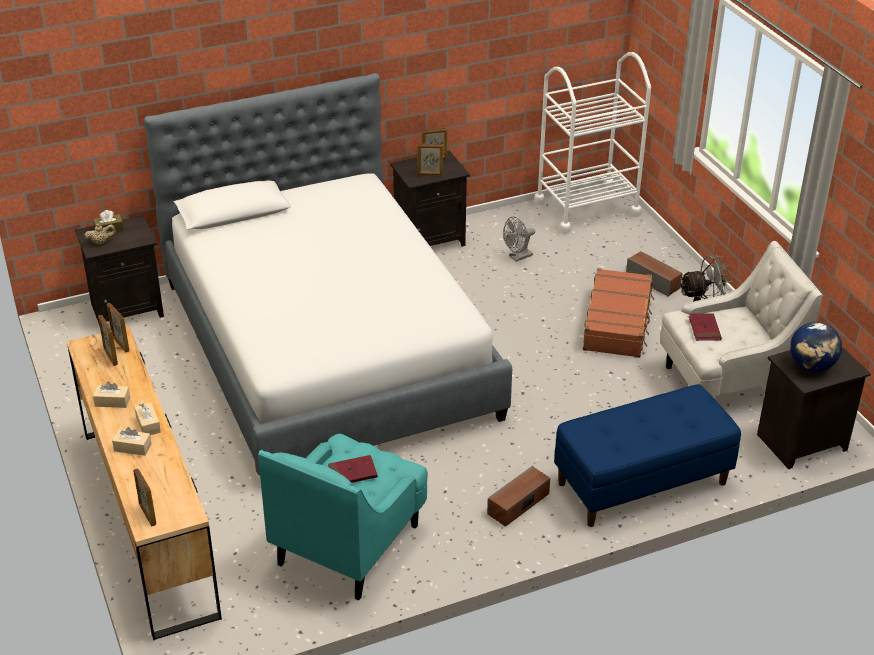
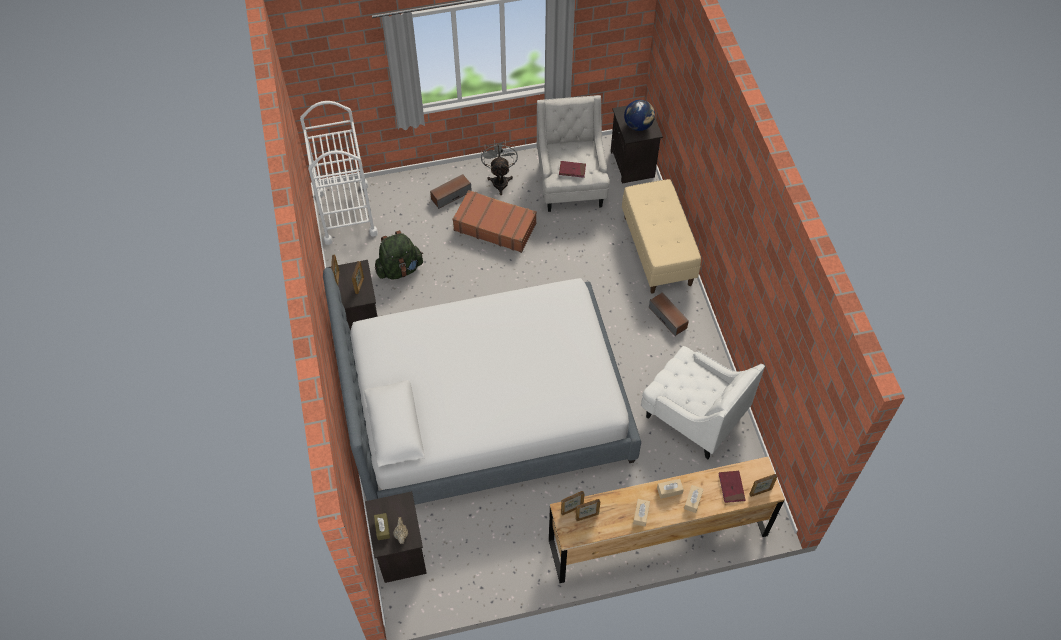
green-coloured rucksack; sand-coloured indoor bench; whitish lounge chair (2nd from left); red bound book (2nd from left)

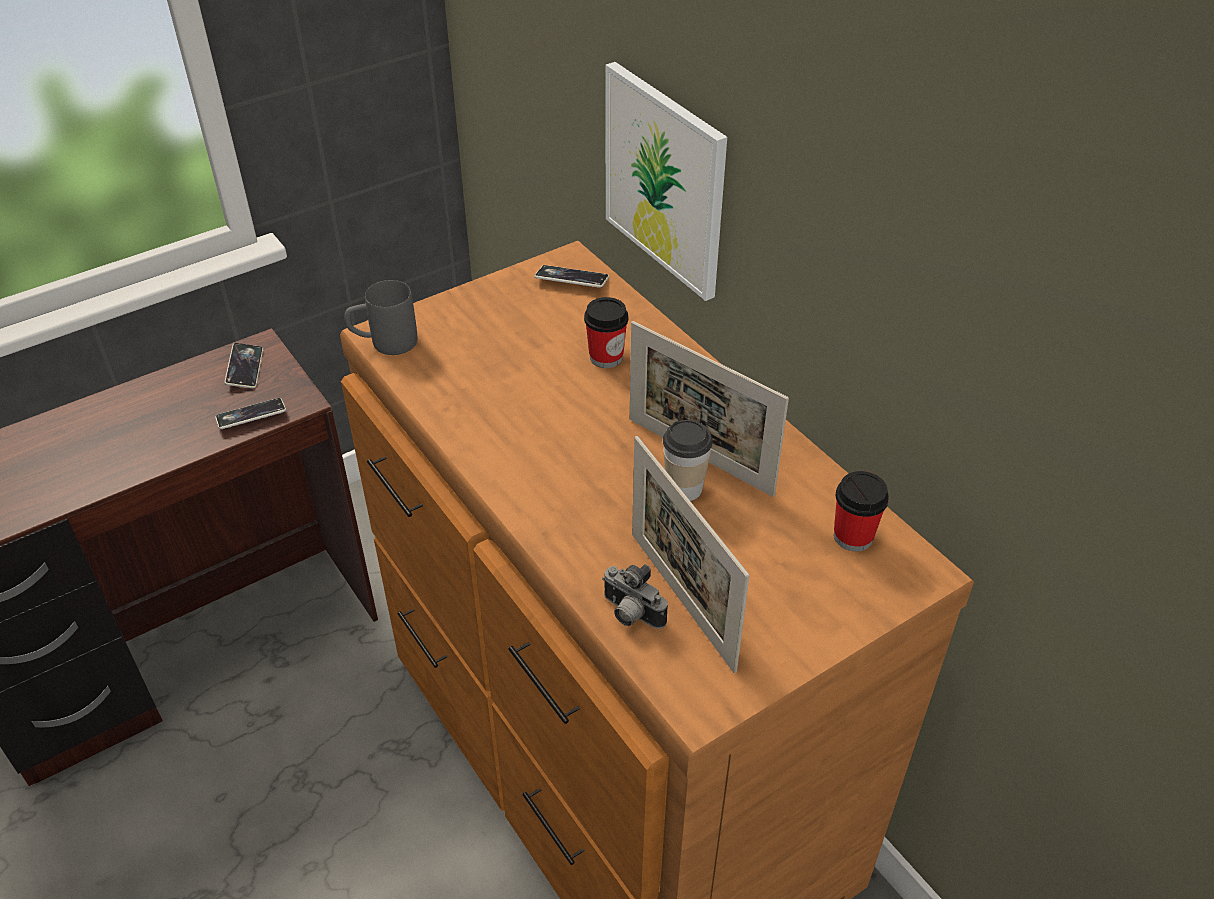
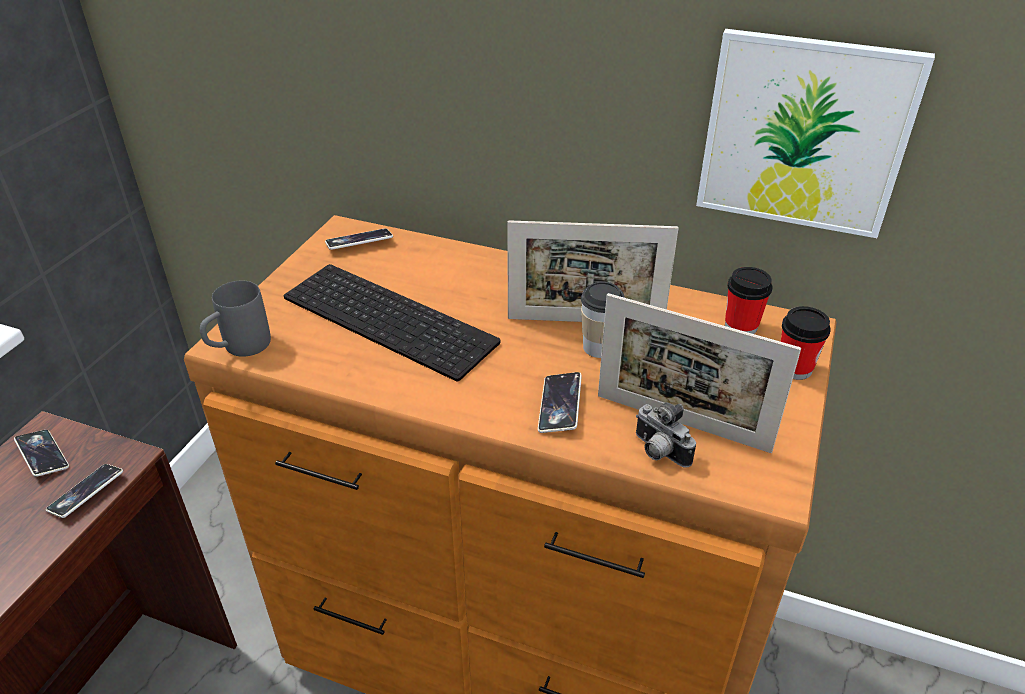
keyboard; handset (4th from left); photo camera; picture; small cup (3rd from left)

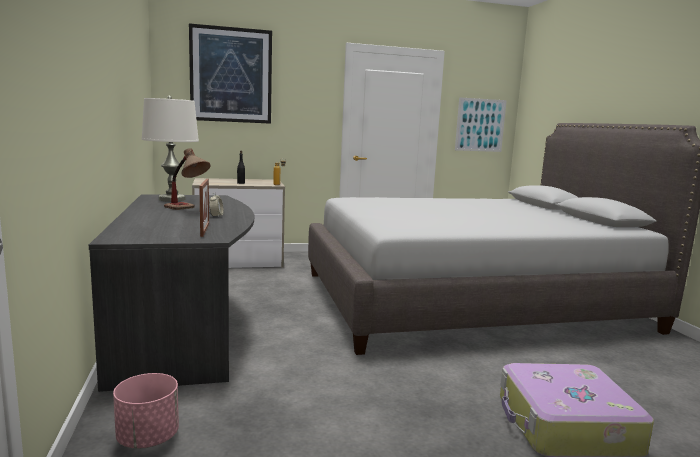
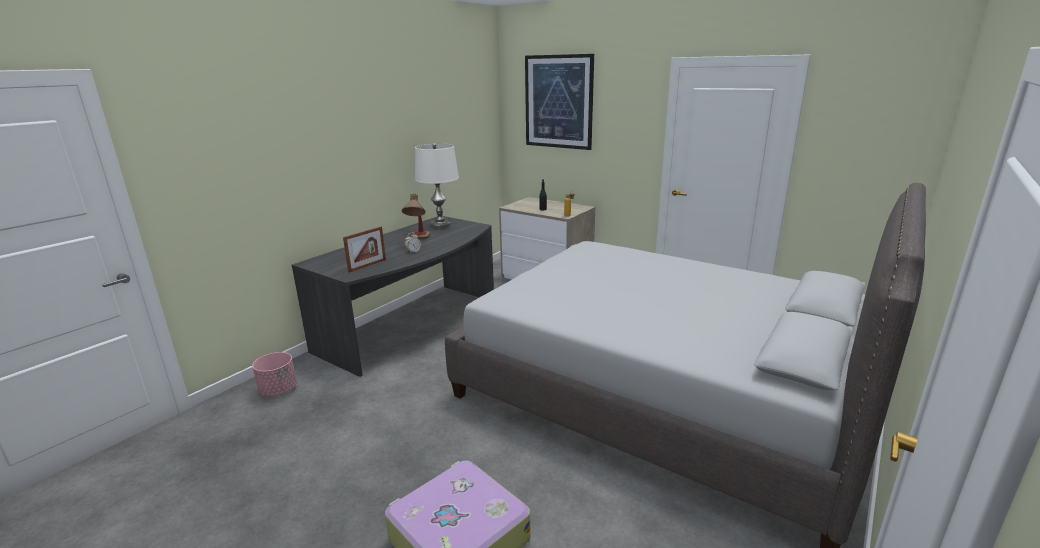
picture (2nd from left in the first image)

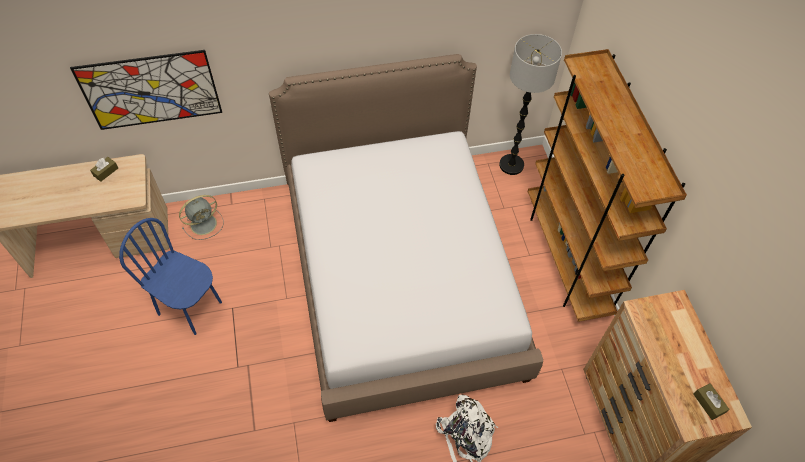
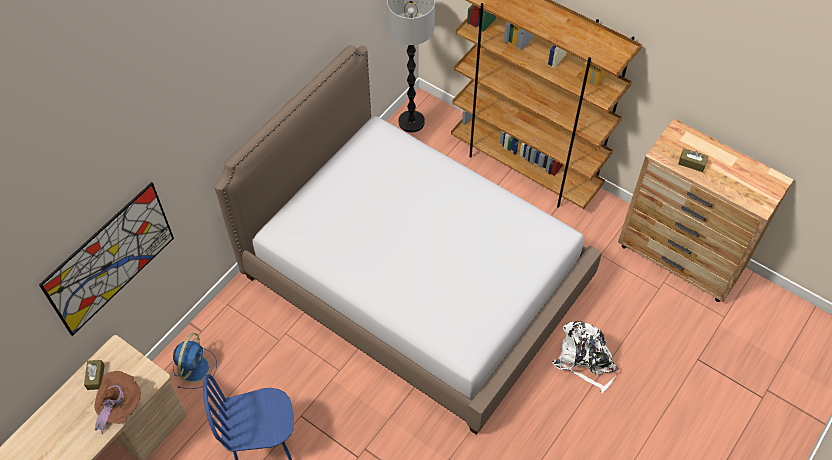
brown-coloured wearable hat; bluish fan; brown-coloured tissue box (2nd from left)

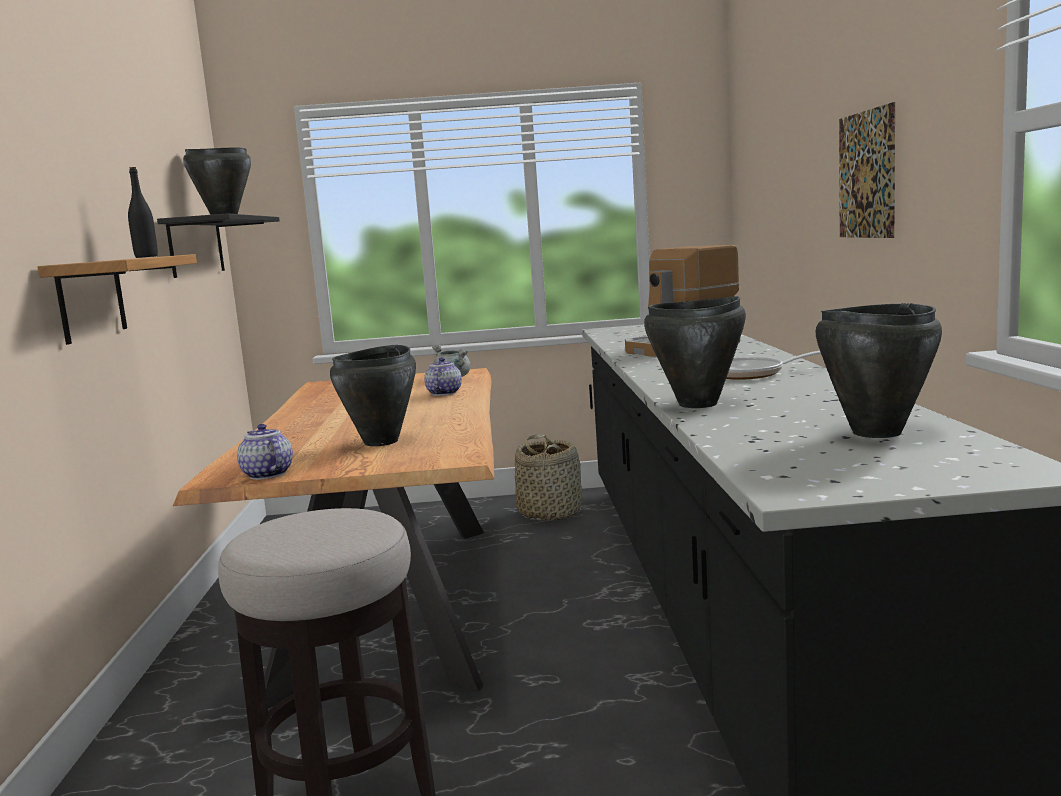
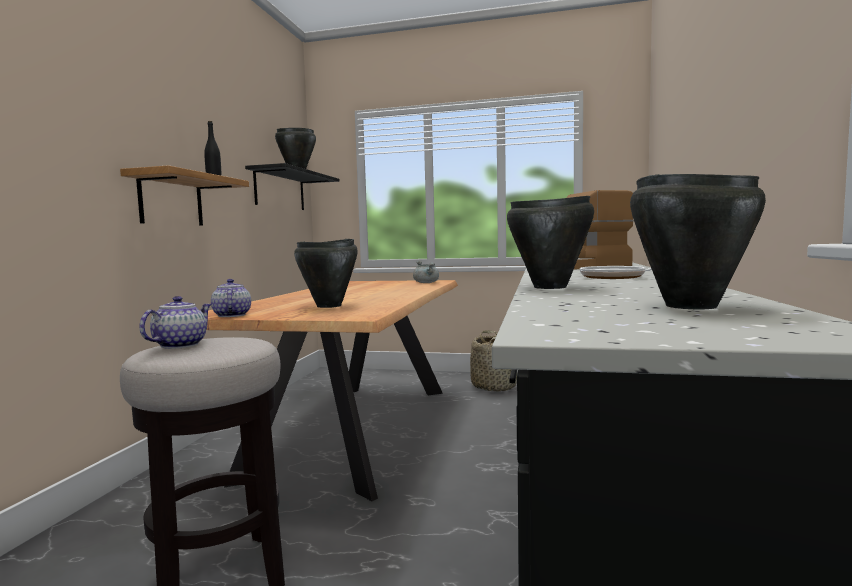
pot for tea (1st from left); picture

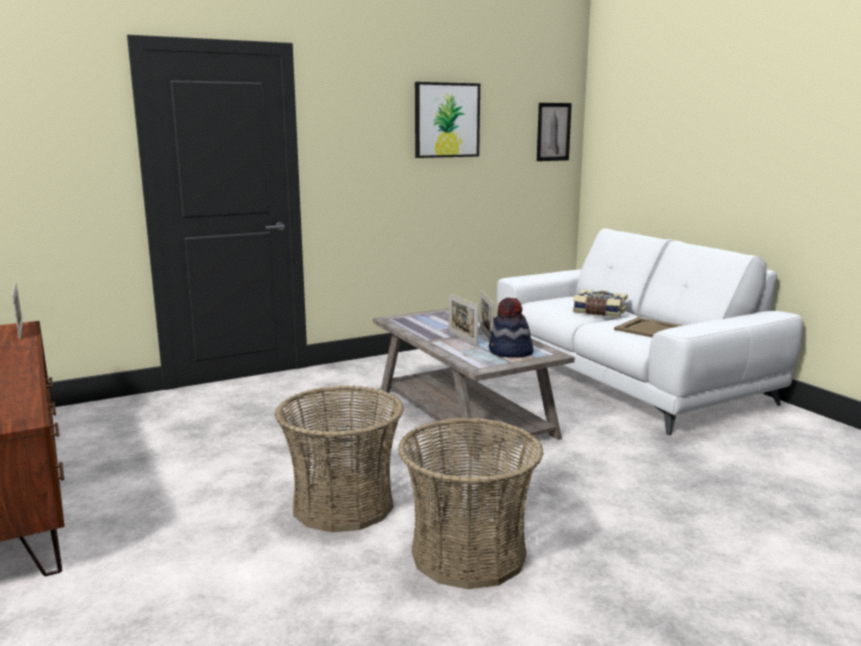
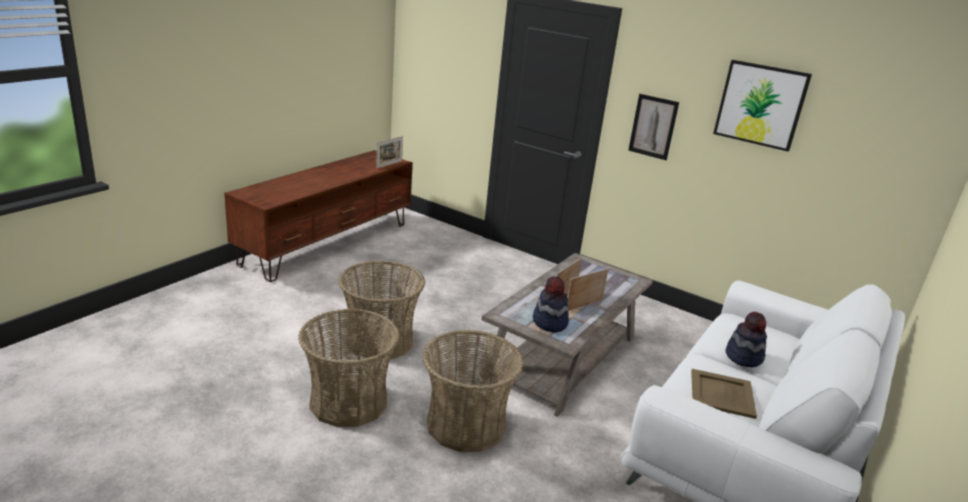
household basket (3rd from left); picture (1st from left); wearable hat (2nd from left)

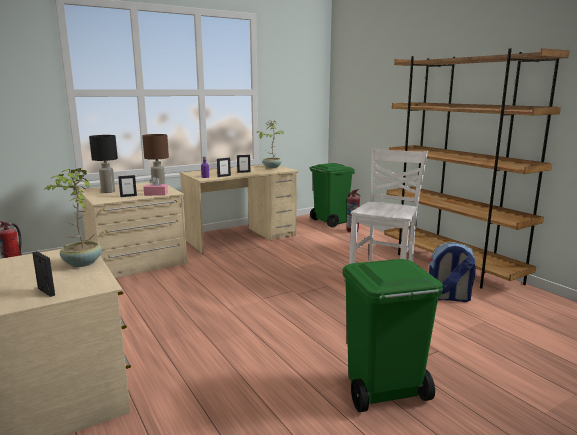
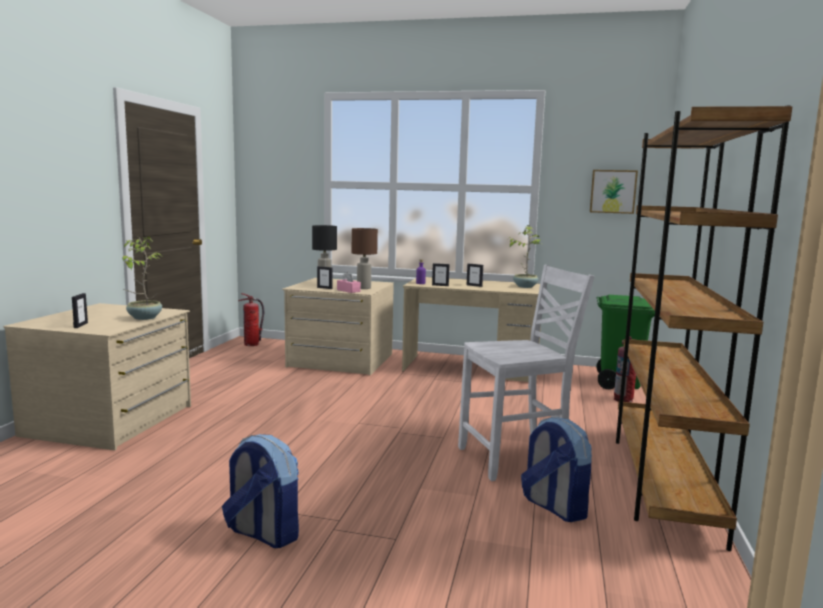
rucksack (1st from left); picture

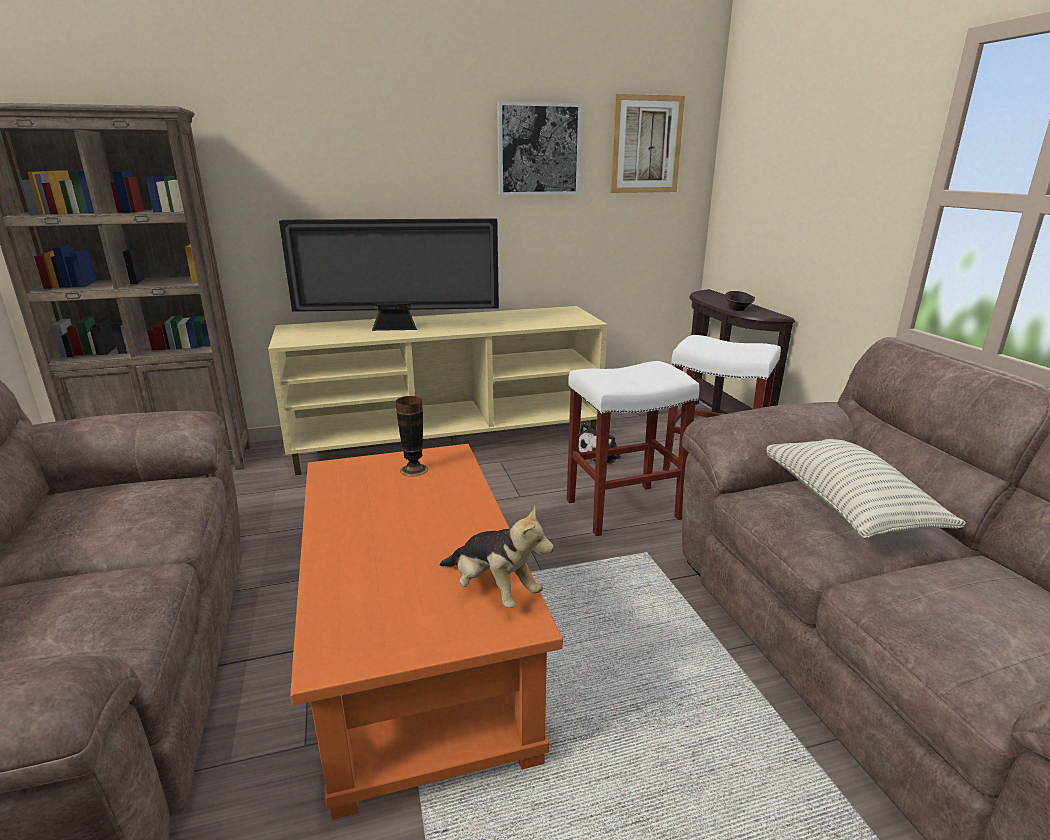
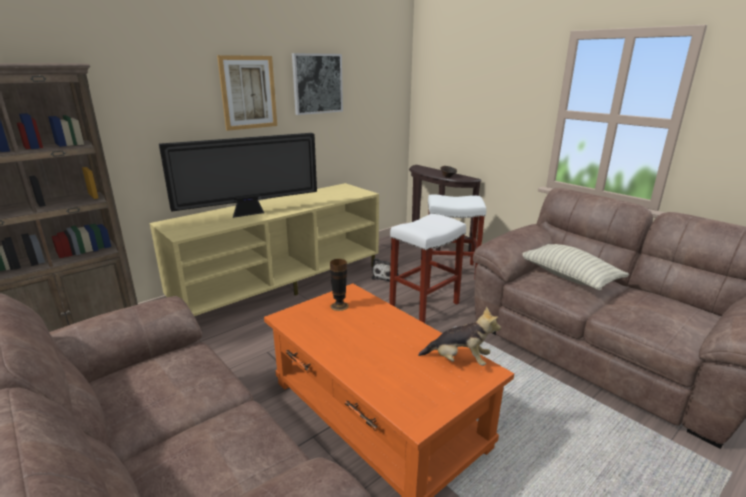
picture (1st from left)

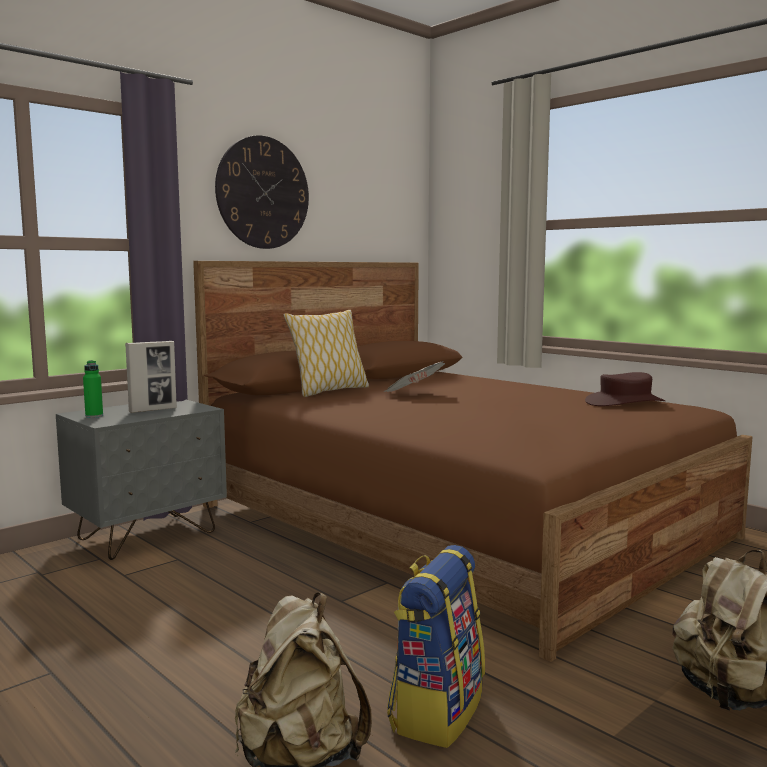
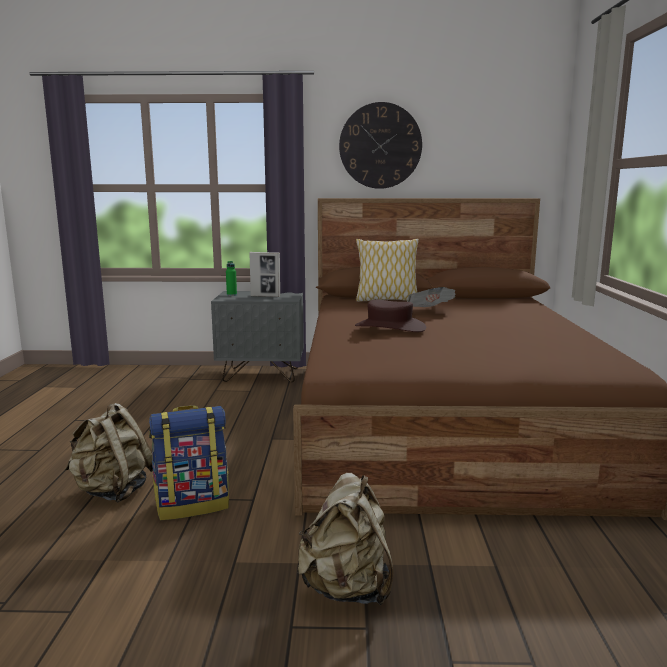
brown-coloured wearable hat

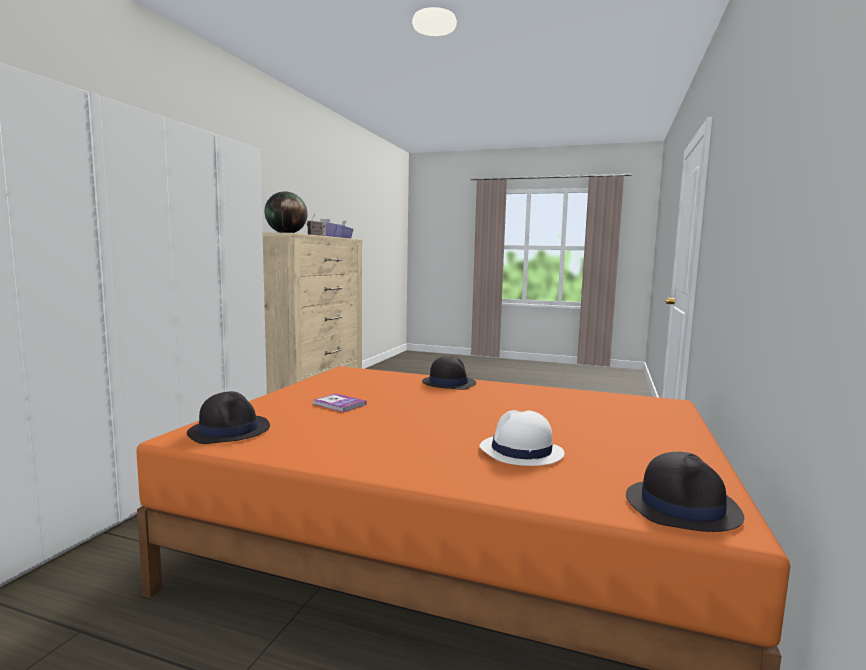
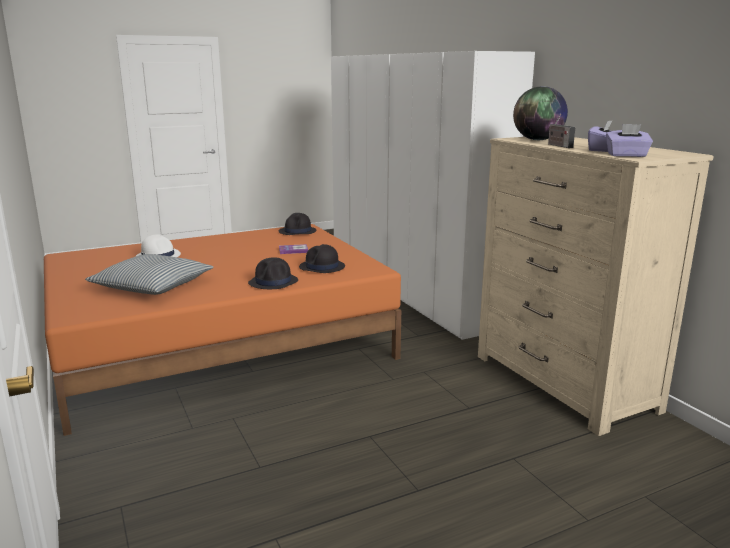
throw pillow; blackish wearable hat (3rd from left)

